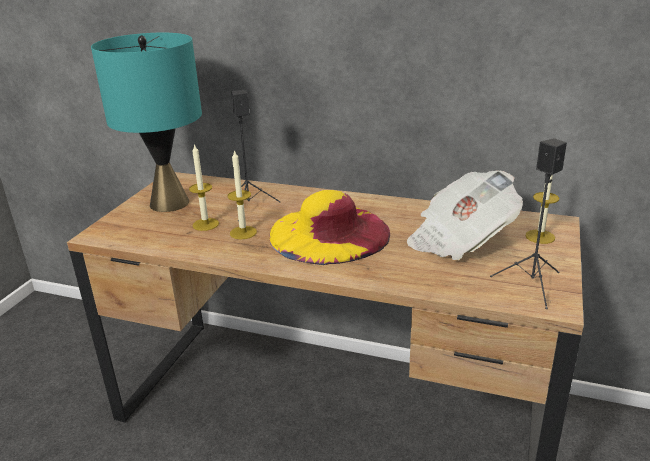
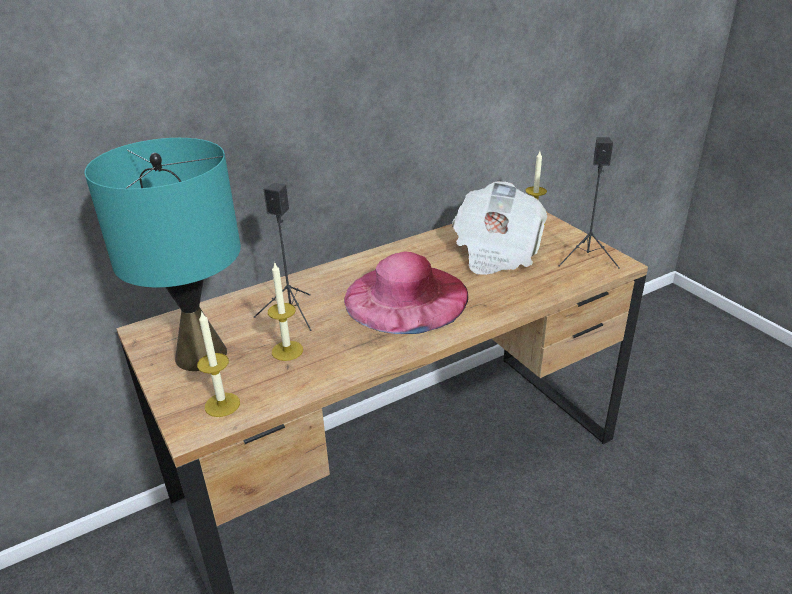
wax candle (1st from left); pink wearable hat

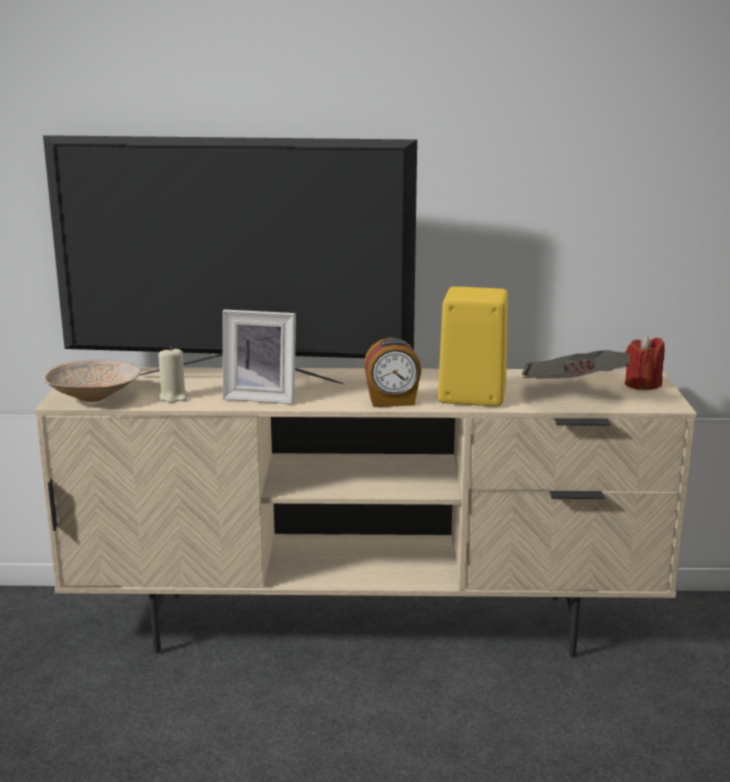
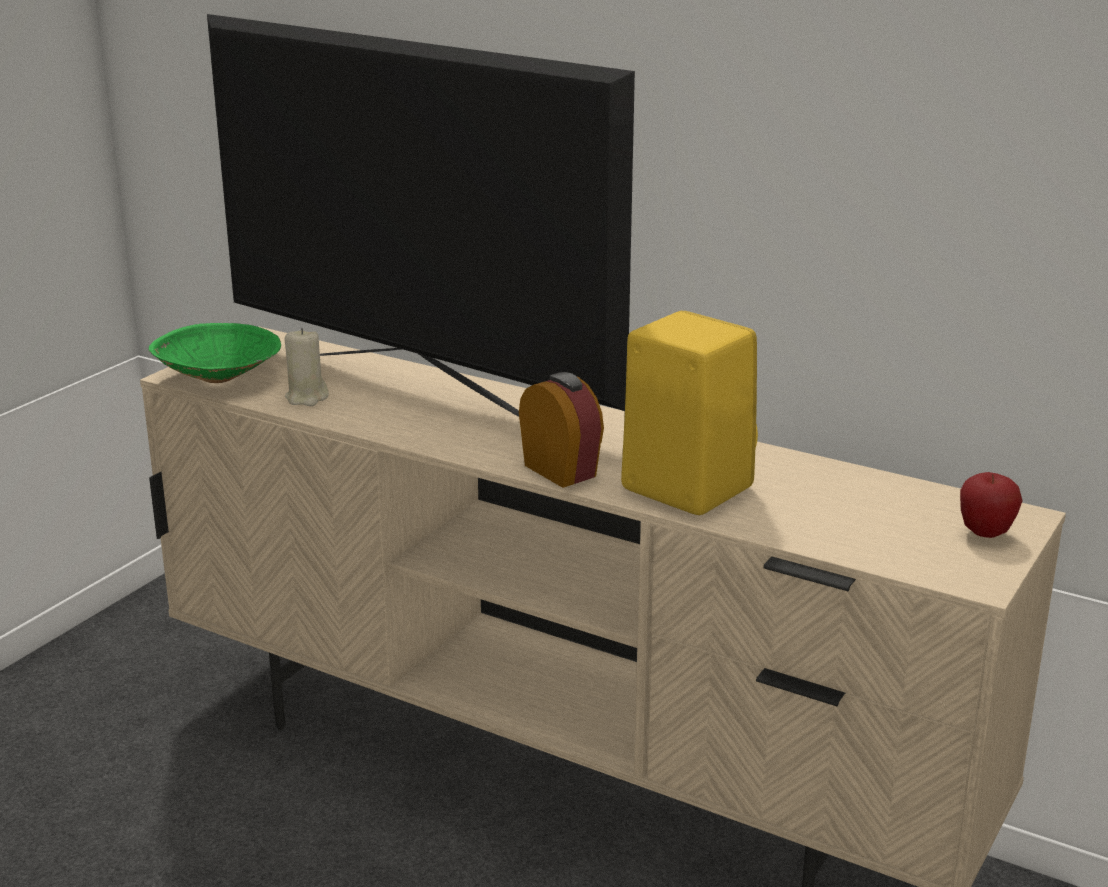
green-coloured deep dish; alarm clock; apple fruit; standing frame; daily paper

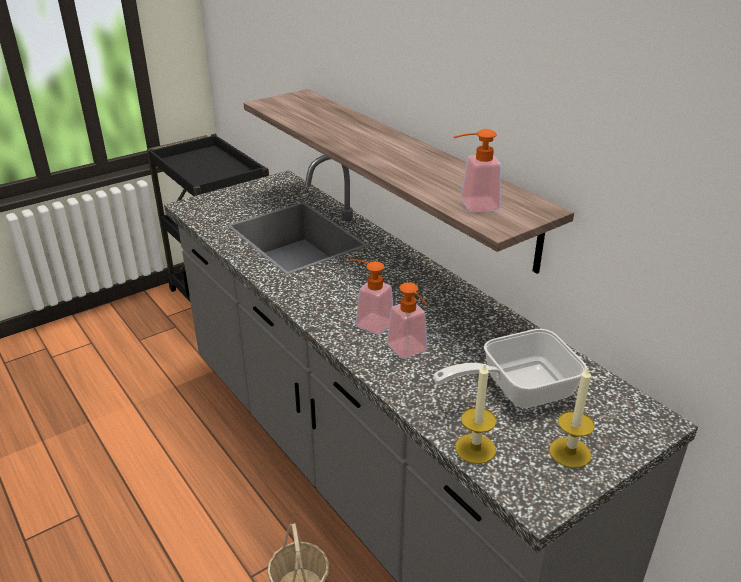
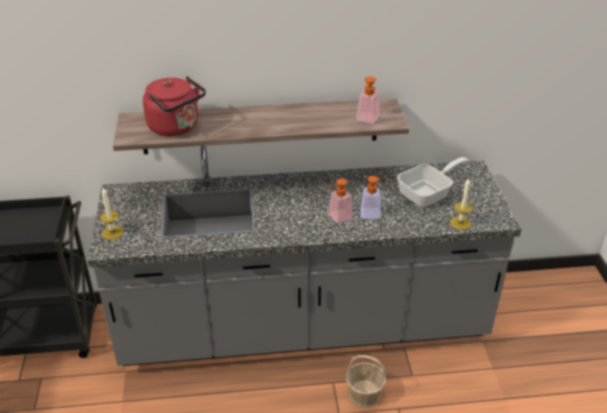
wax candle (1st from left); red tea kettle; frying pan

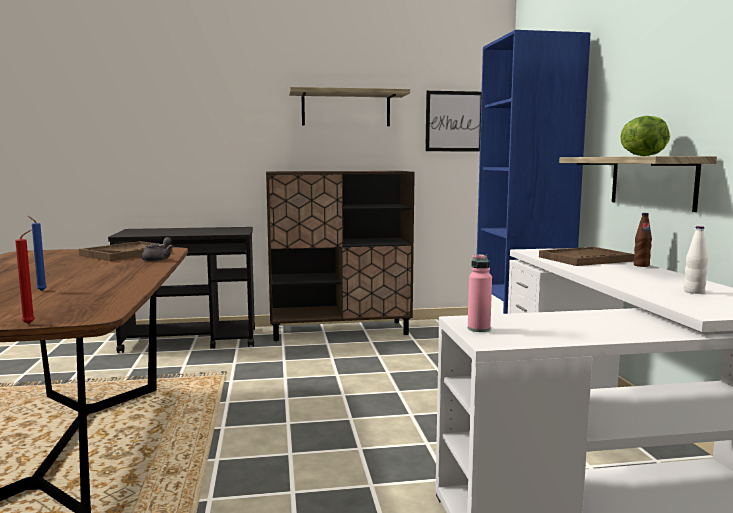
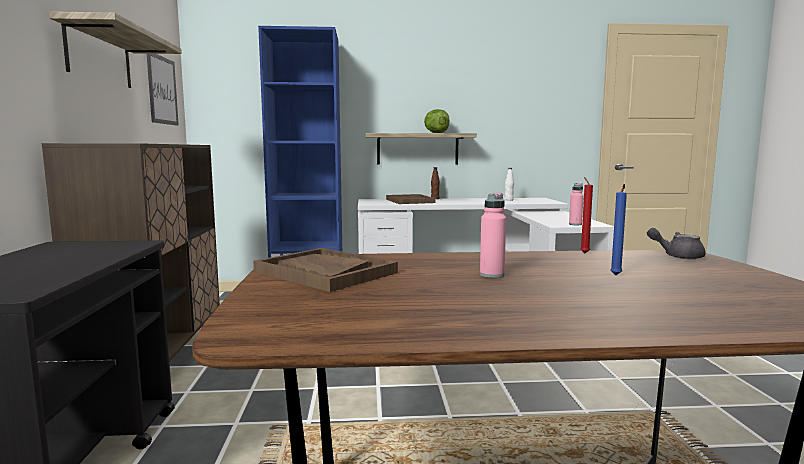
pink drink bottle (1st from left); red wax candle; greyish pot for tea

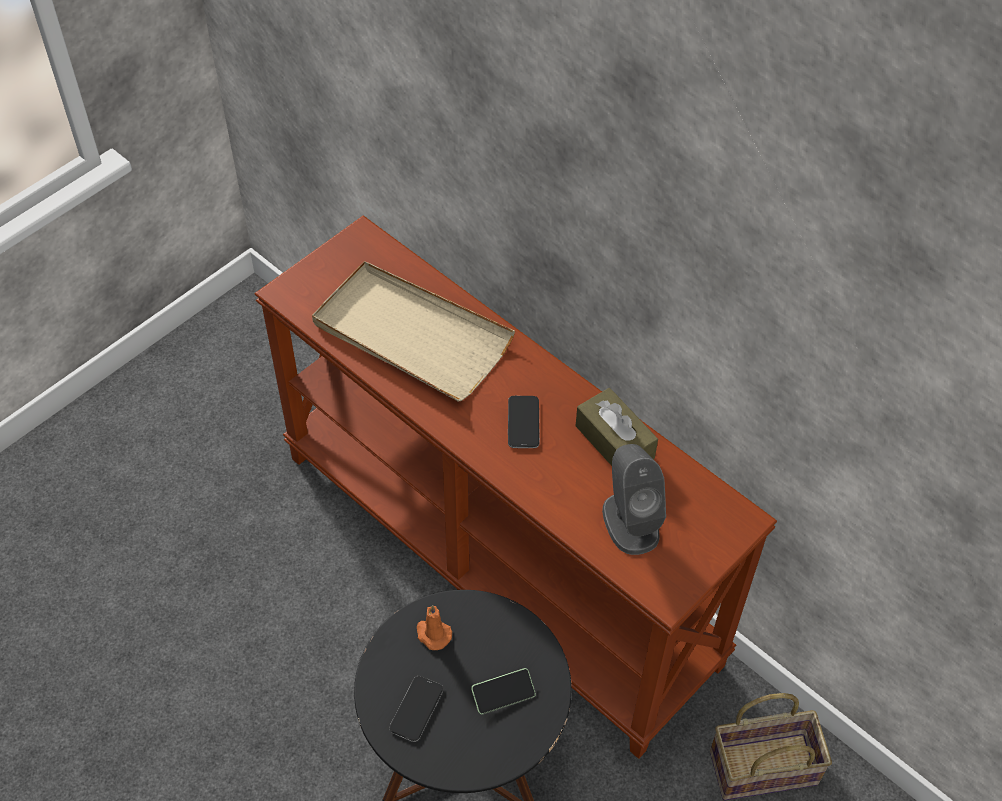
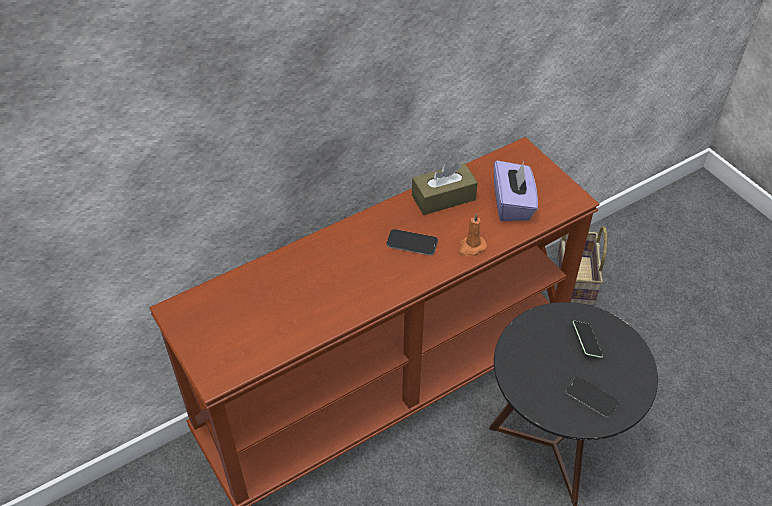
orange-coloured wax candle; purple tissue box; sand-coloured serving tray

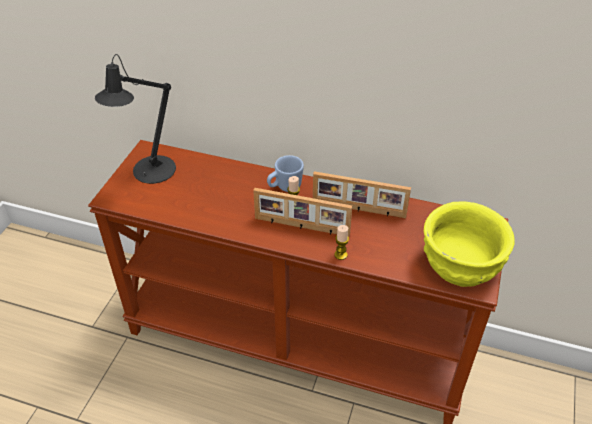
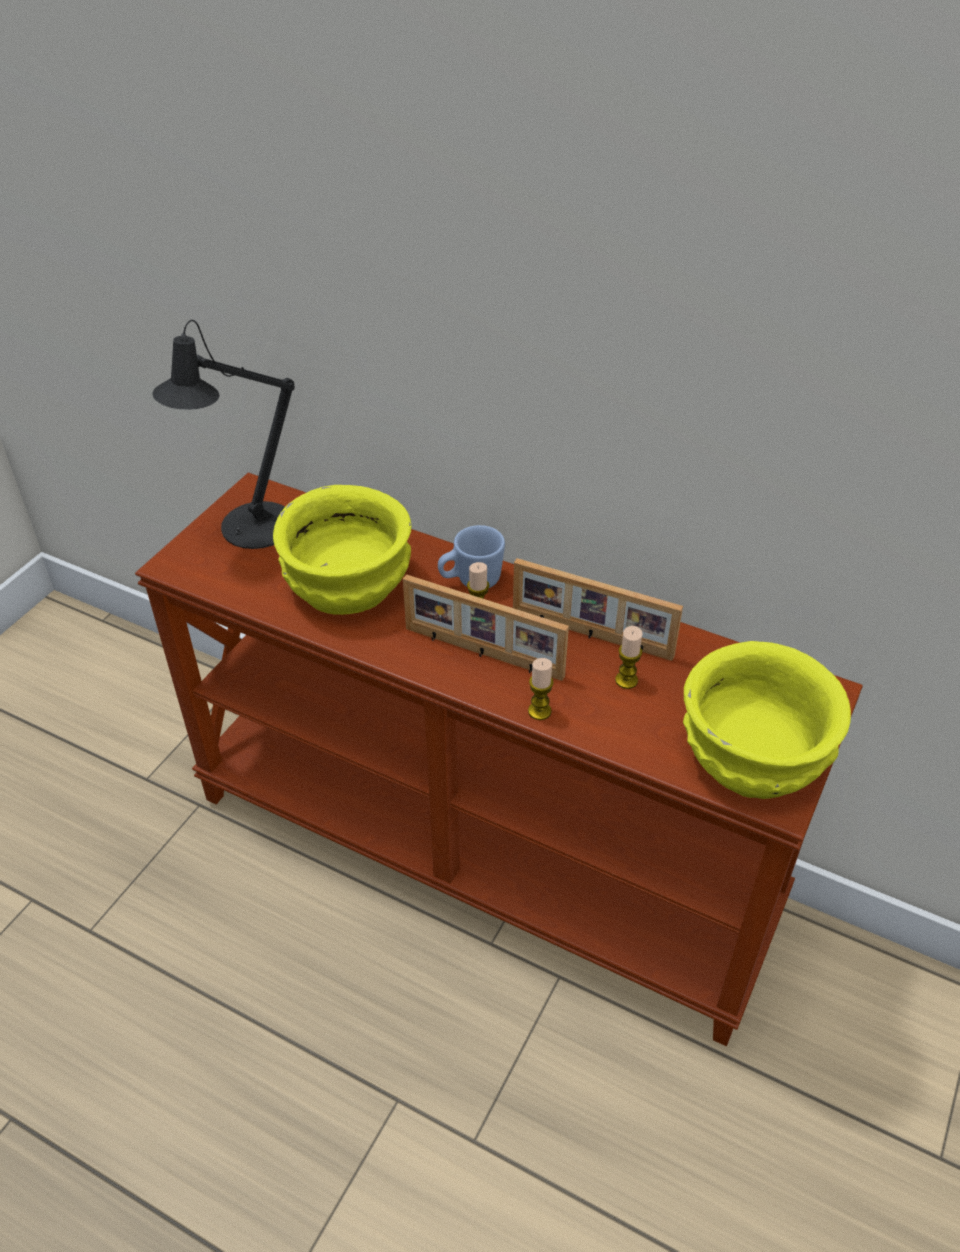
yellow deep dish (1st from left); wax candle (3rd from left)

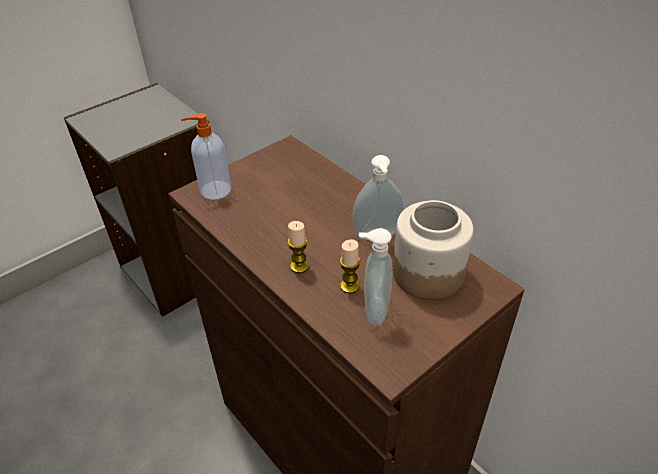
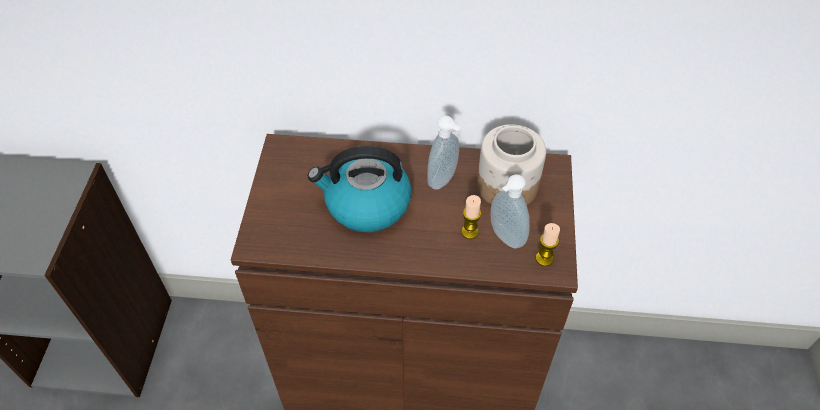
tea kettle; wax candle (2nd from left); liquid soap bottle (1st from left in the first image)

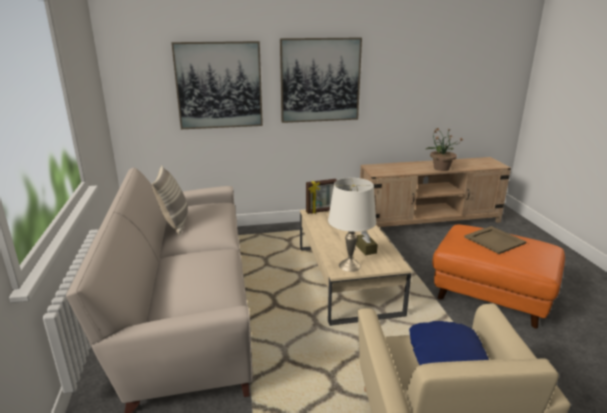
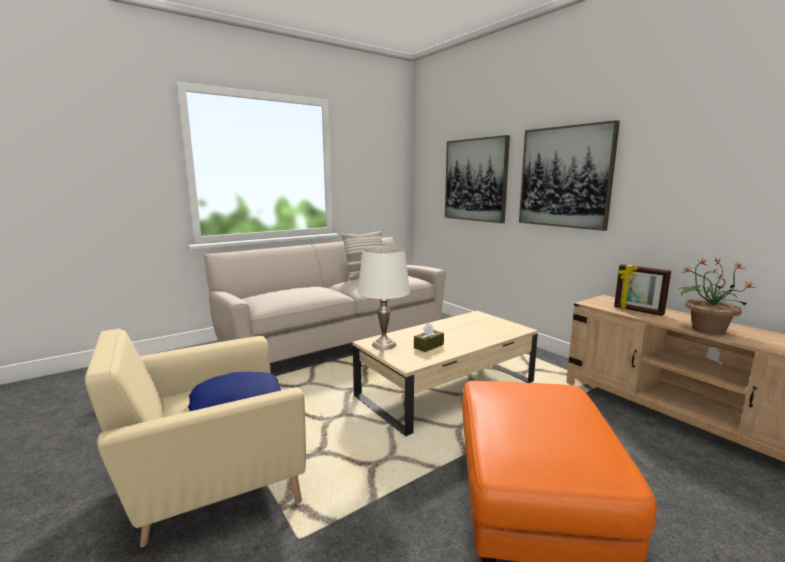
standing frame; sand-coloured serving tray

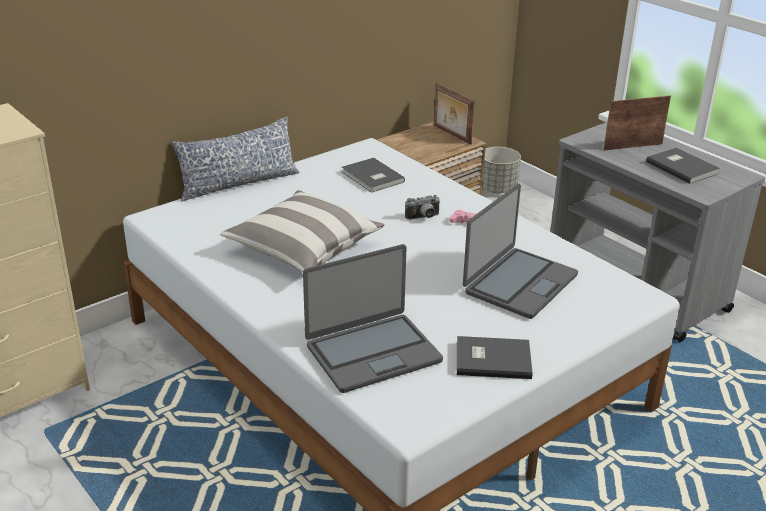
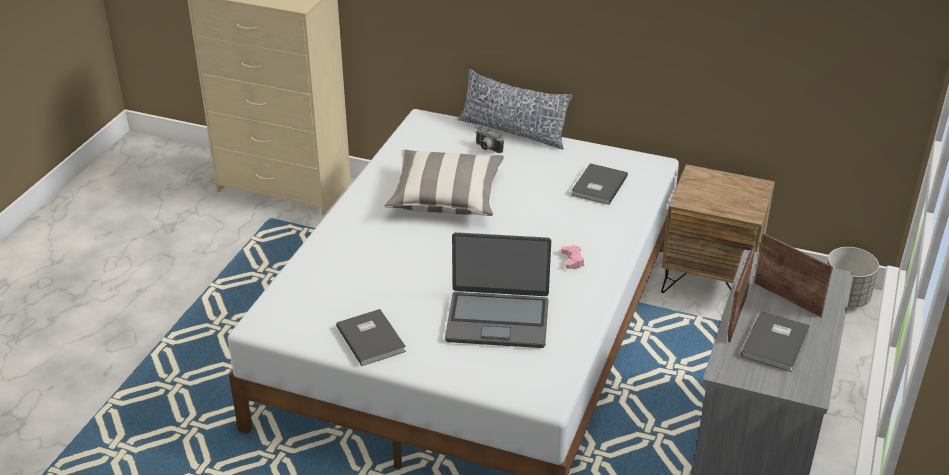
photo camera; standing frame (1st from left); portable computer (1st from left in the first image)

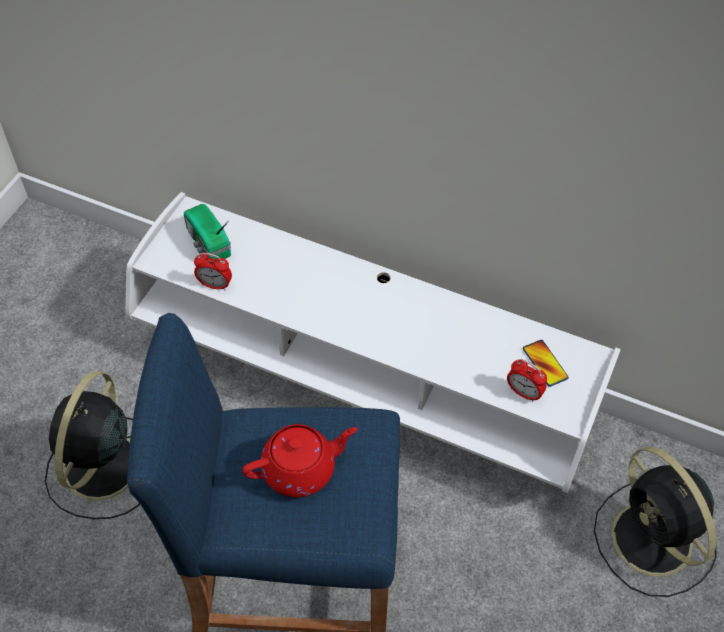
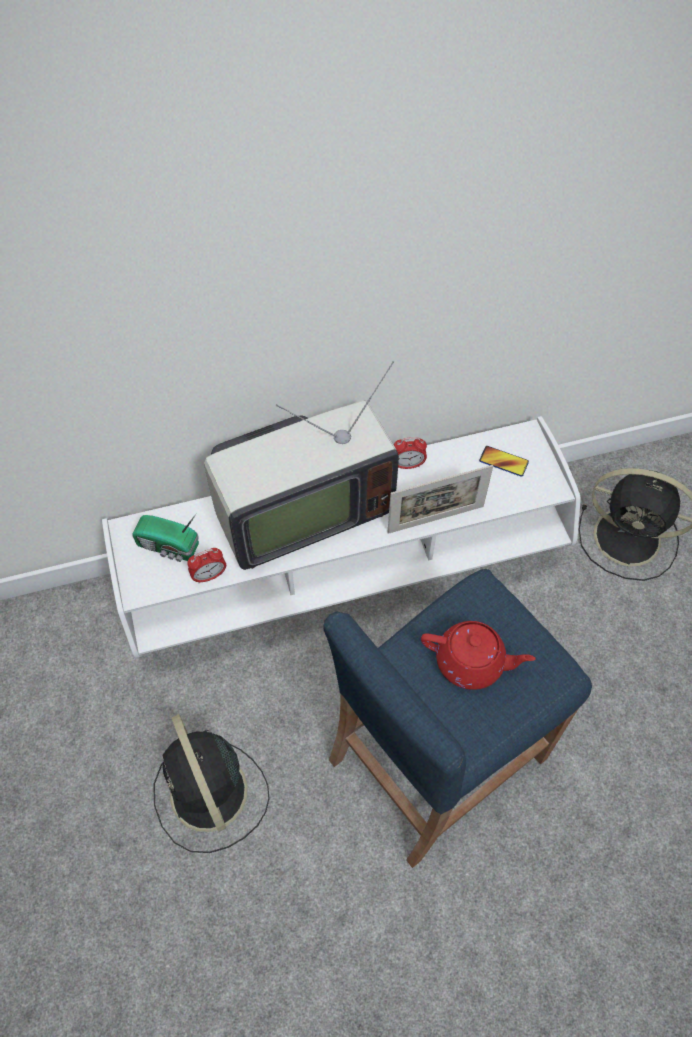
TV; standing frame; alarm clock (2nd from left); red pot for tea

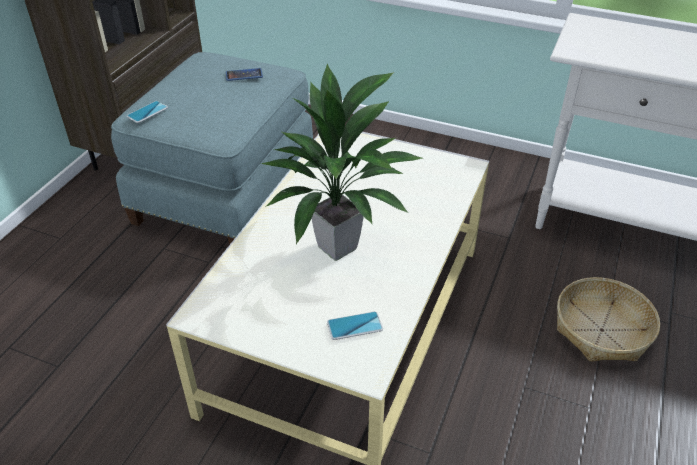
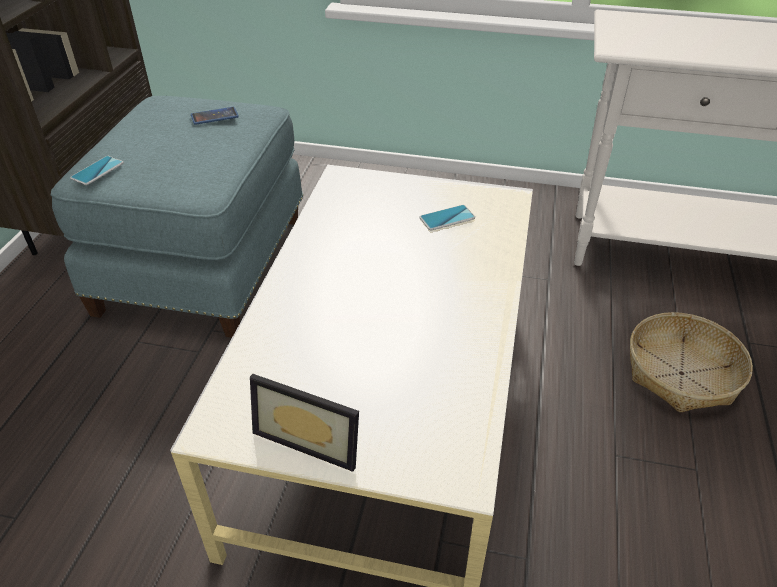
standing frame; handset (3rd from left); plant in a pot

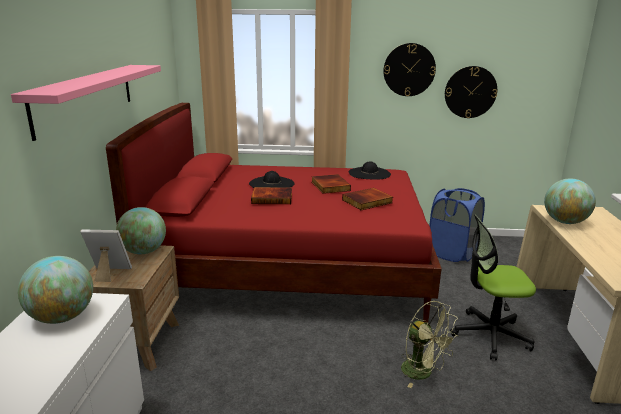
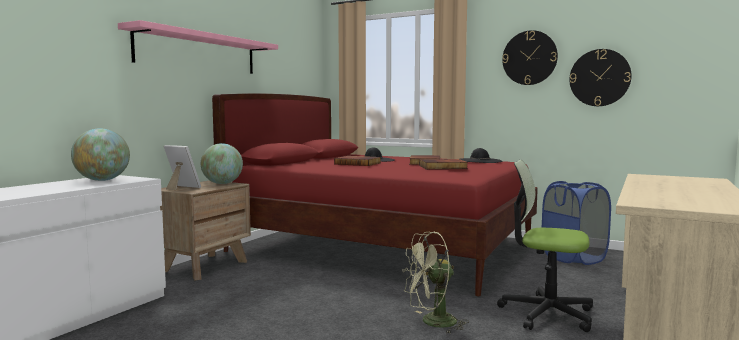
green-coloured fan; globe (3rd from left in the first image)

